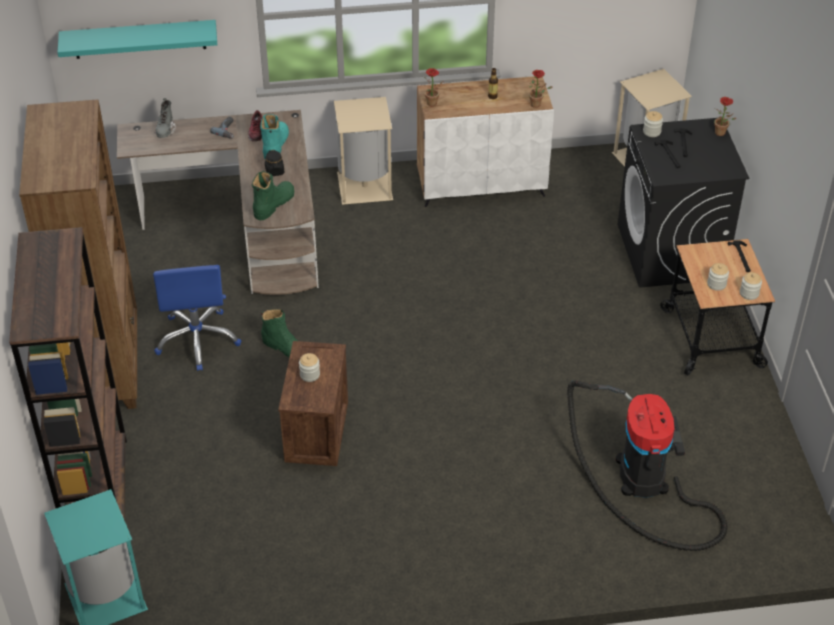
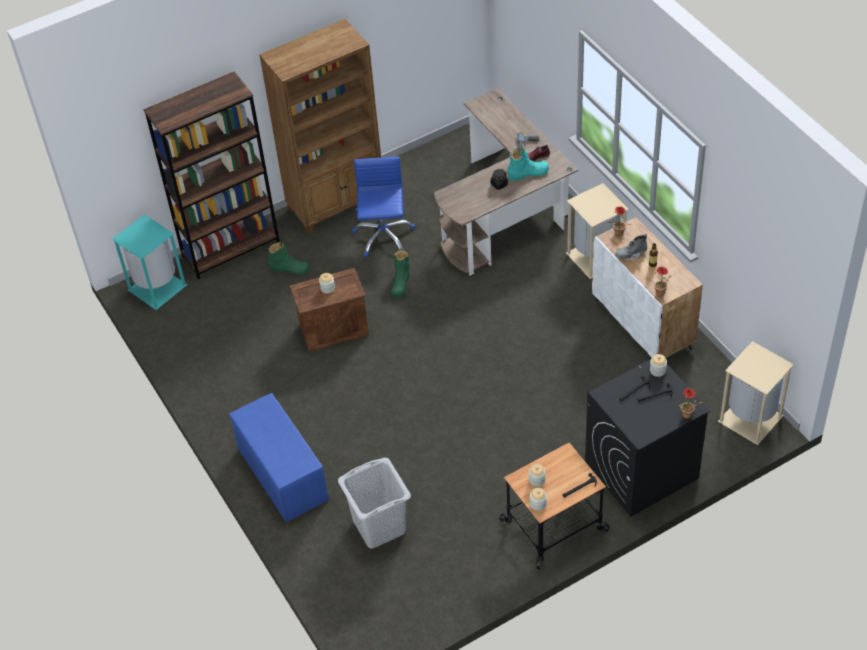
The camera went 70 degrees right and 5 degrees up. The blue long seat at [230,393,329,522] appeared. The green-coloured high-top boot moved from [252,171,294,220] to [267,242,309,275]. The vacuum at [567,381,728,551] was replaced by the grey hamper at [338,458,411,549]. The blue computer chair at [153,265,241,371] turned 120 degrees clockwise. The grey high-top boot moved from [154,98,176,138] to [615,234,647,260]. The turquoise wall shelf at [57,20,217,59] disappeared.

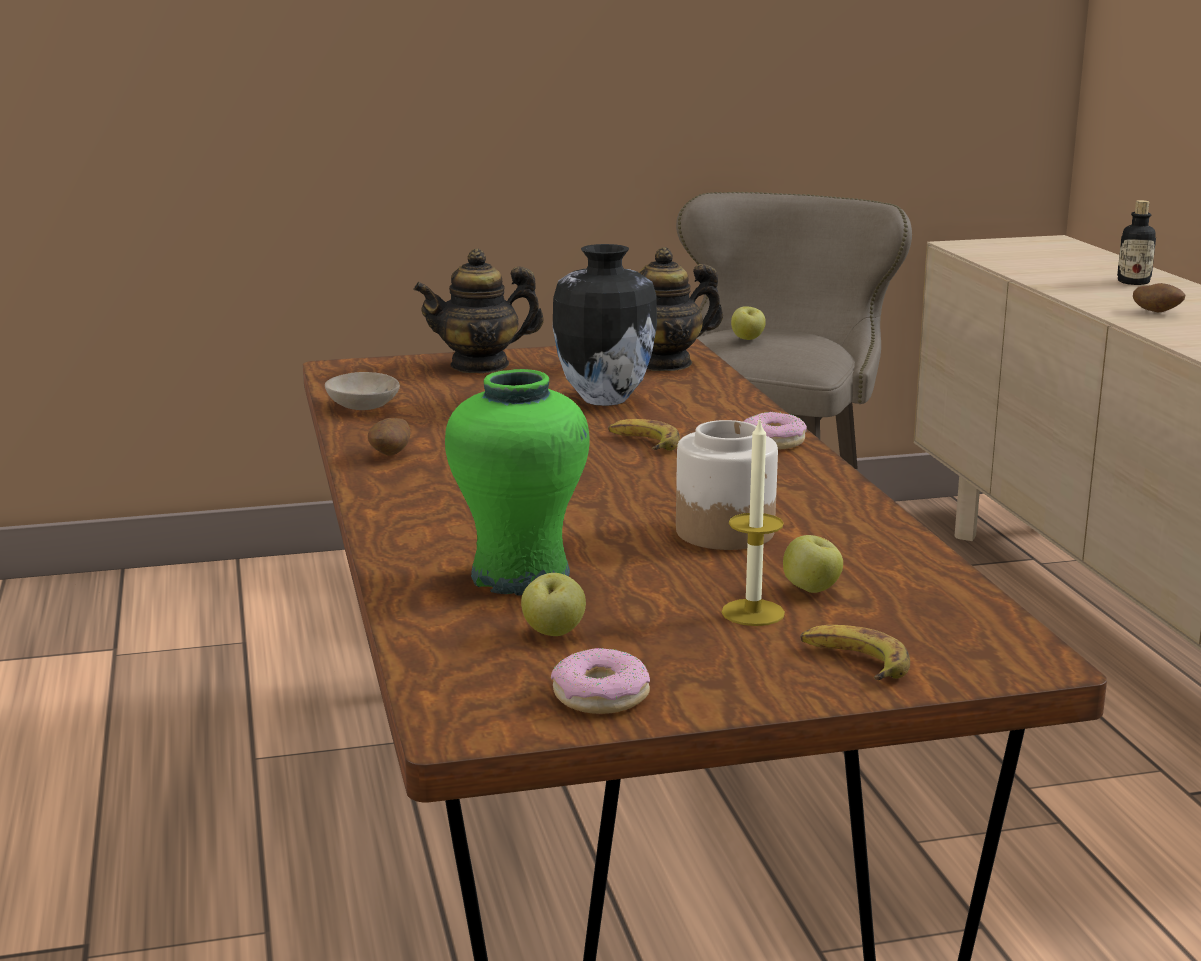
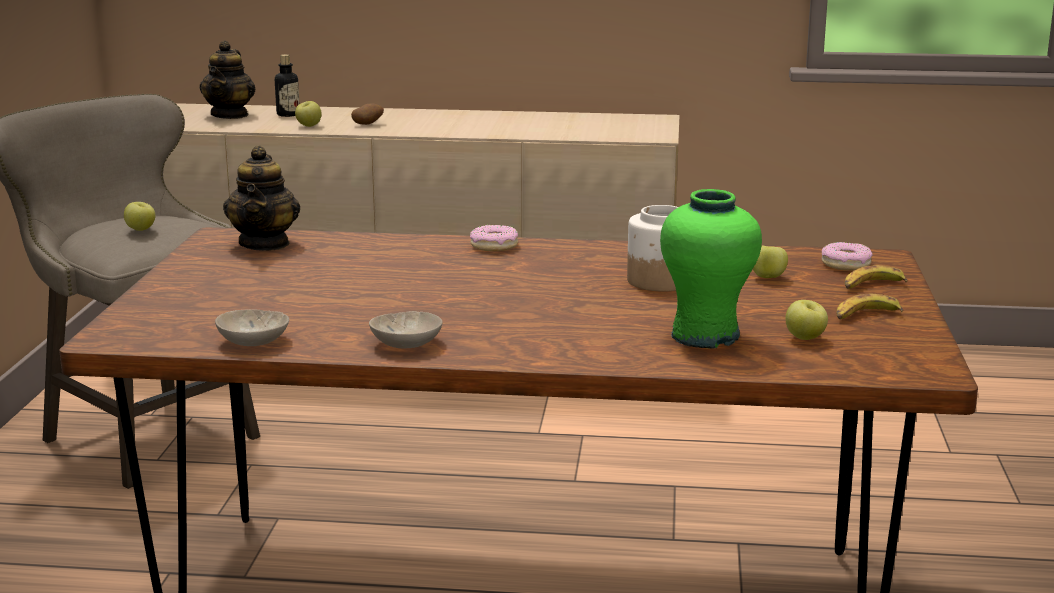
The camera went 70 degrees left and 0 degrees up. The pot for tea moved from [414,249,544,373] to [199,40,255,119]. The apple at [295,101,322,127] appeared. The spud at [368,418,410,456] was replaced by the beige serving bowl at [369,311,443,348]. The doughnut moved from [551,648,650,714] to [822,242,873,271]. The whole banana moved from [608,419,680,451] to [836,294,903,319]. The decorative vase at [553,244,657,406] disappeared. The wax light at [722,417,785,626] disappeared.

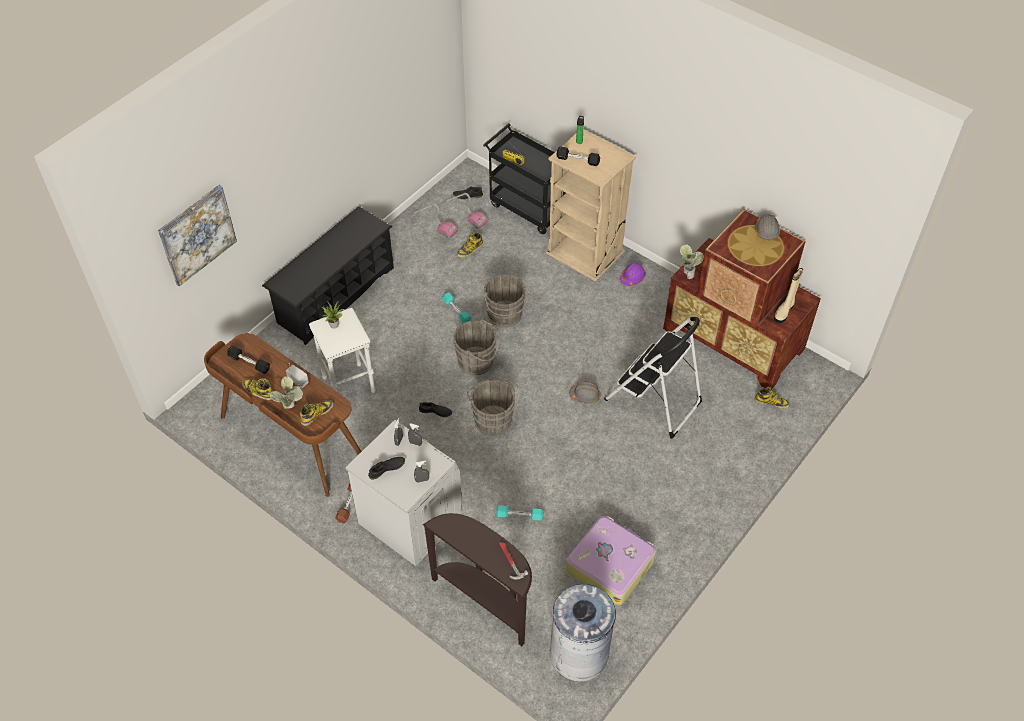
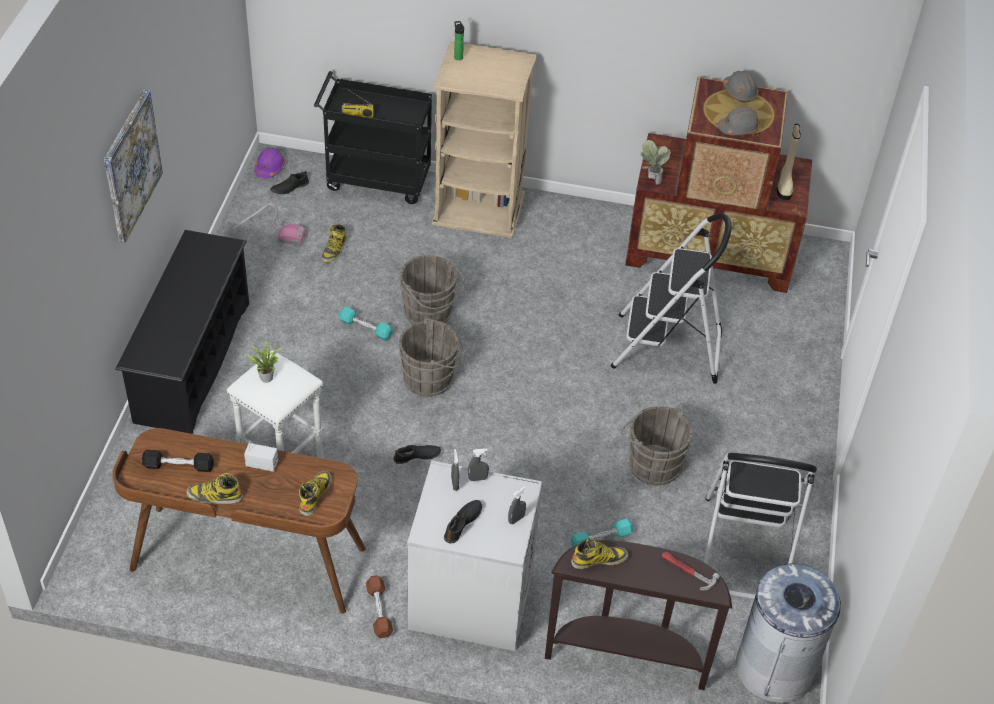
The camera went 30 degrees left and 5 degrees down. The wall art moved from [158,185,237,287] to [104,90,163,243]. The purplish hard hat moved from [620,263,646,286] to [254,148,285,178]. The high-top boot moved from [755,387,790,409] to [571,538,629,569]. The grey bucket moved from [467,380,516,436] to [621,406,692,485]. The piece of luggage at [566,516,656,606] was replaced by the step stool at [704,453,817,599]. The grey hard hat moved from [569,382,601,403] to [718,106,760,135]. The houseplant at [270,376,303,409] disappeared. The vacuum at [441,193,488,229] disappeared. The black dumbbell at [556,146,600,166] disappeared.

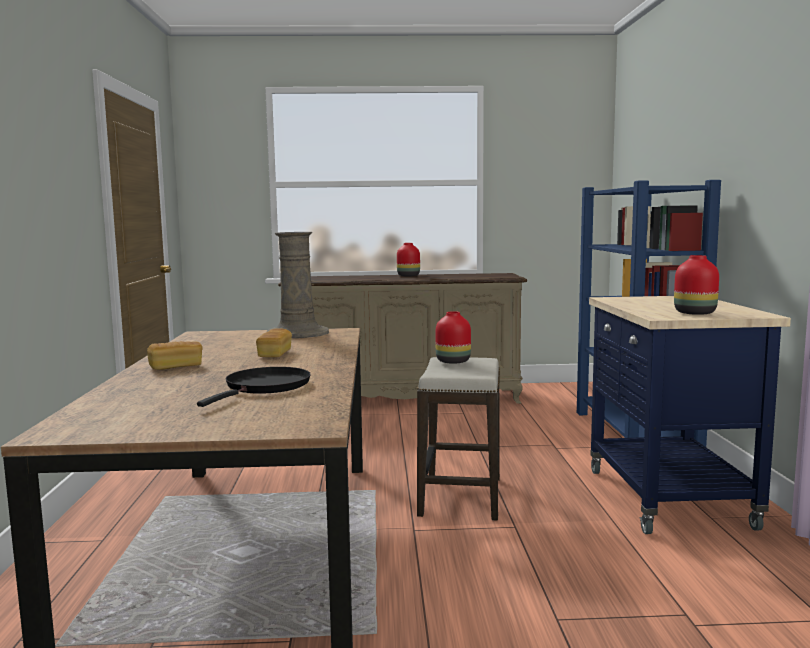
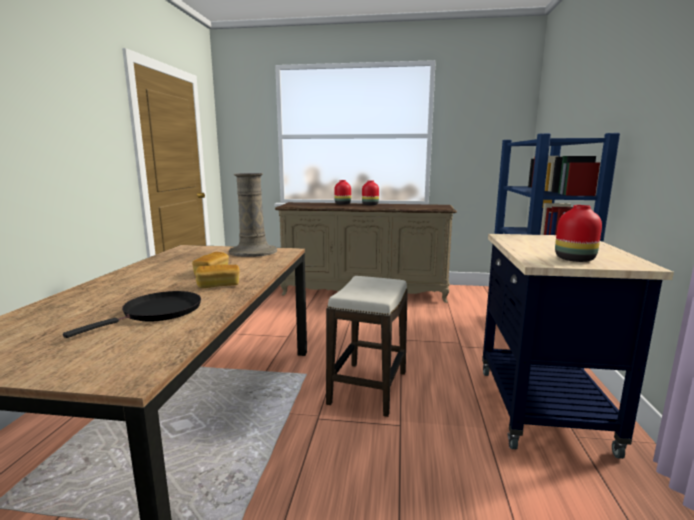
The camera went 10 degrees right and 5 degrees up. The bakery bread moved from [147,341,202,370] to [195,264,240,288]. The red-coloured decorative vase moved from [435,311,471,364] to [334,180,351,205].

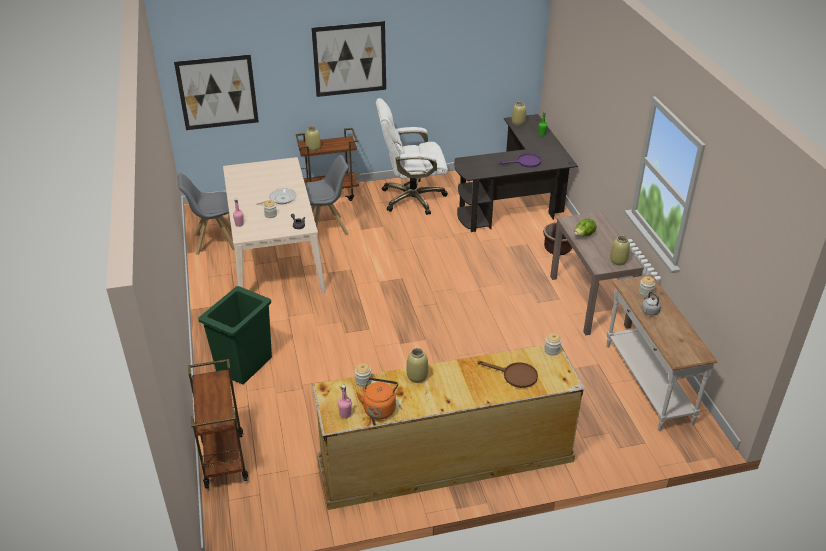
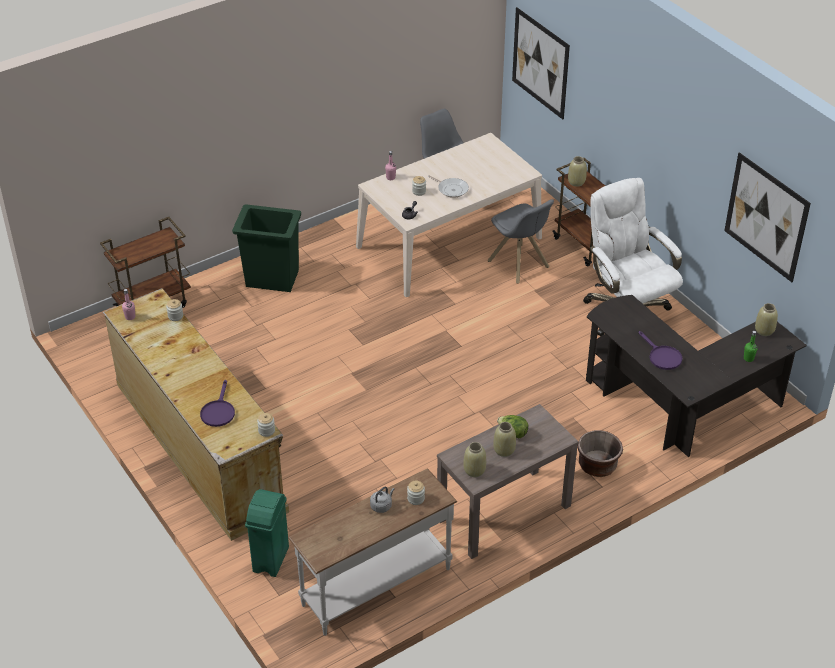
The camera went 70 degrees right and 5 degrees up. The brownish frying pan at [478,361,538,388] became the purplish frying pan at [200,380,235,427]. The green-coloured waste bin at [245,489,289,577] appeared. The beige decorative vase moved from [407,348,428,383] to [493,422,516,457]. The wall art moved from [312,21,386,97] to [724,152,811,282]. The orange kettle at [356,378,398,420] disappeared.

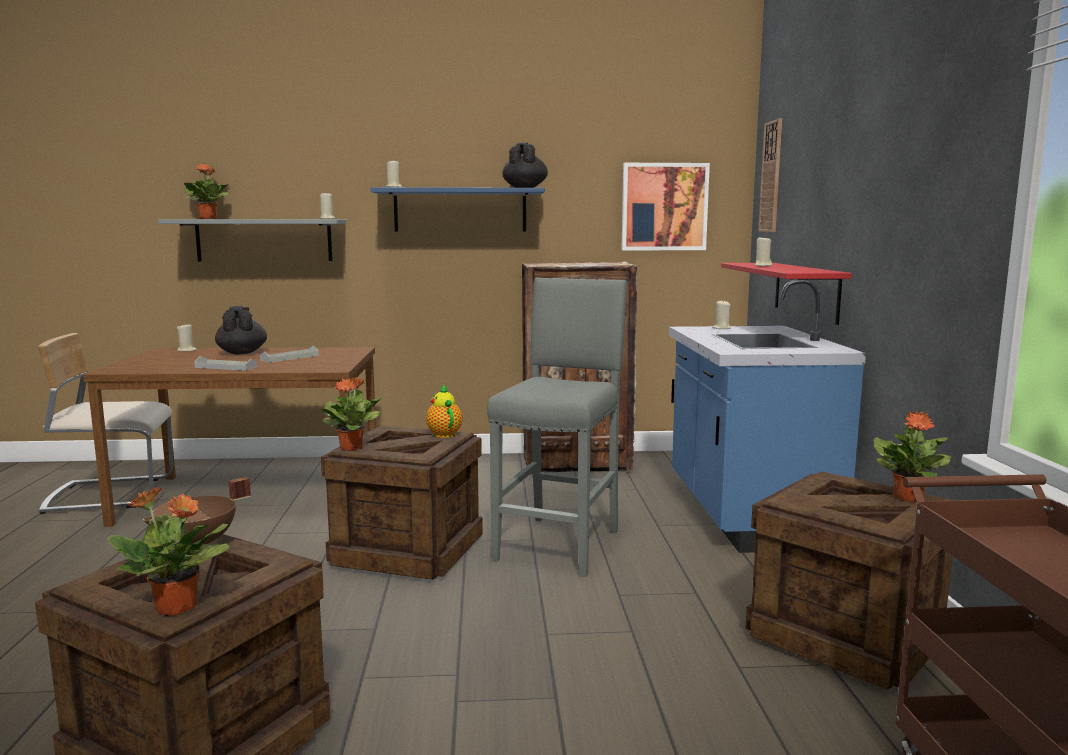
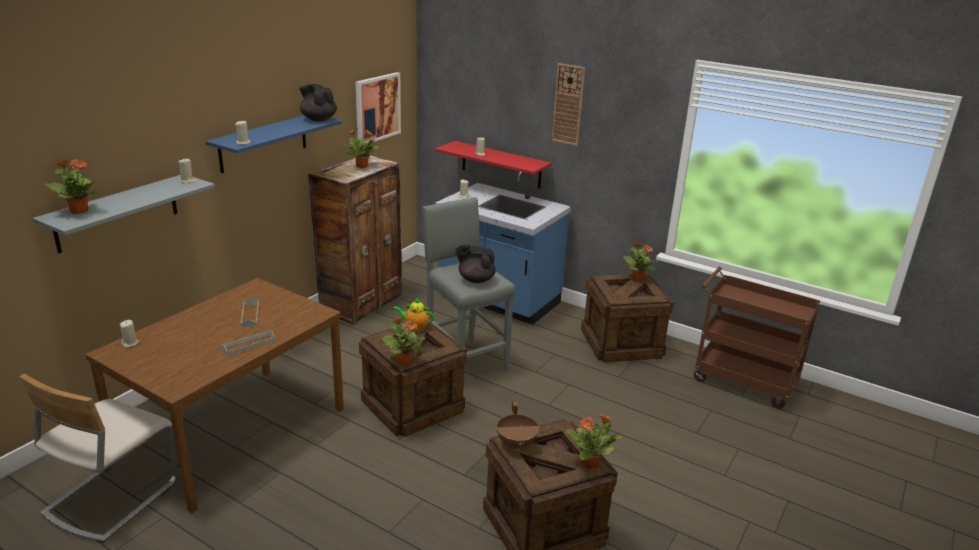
The camera went 55 degrees left and 15 degrees up. The houseplant at [344,128,379,168] appeared. The black pot for tea moved from [215,306,267,355] to [455,245,496,283]. The wall clock moved from [758,118,782,232] to [552,63,585,146].

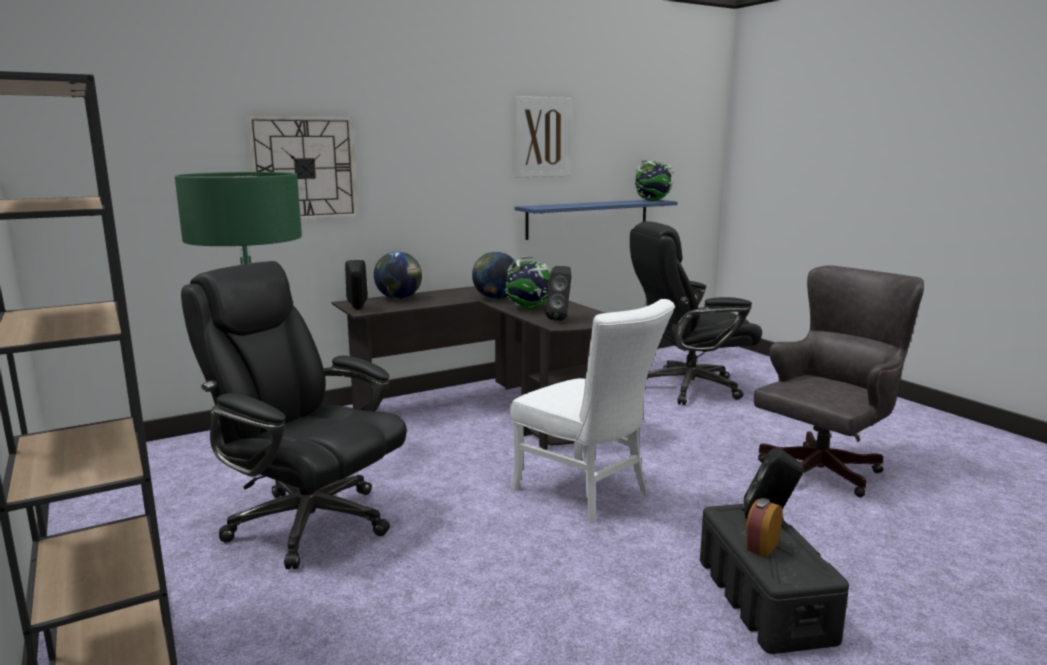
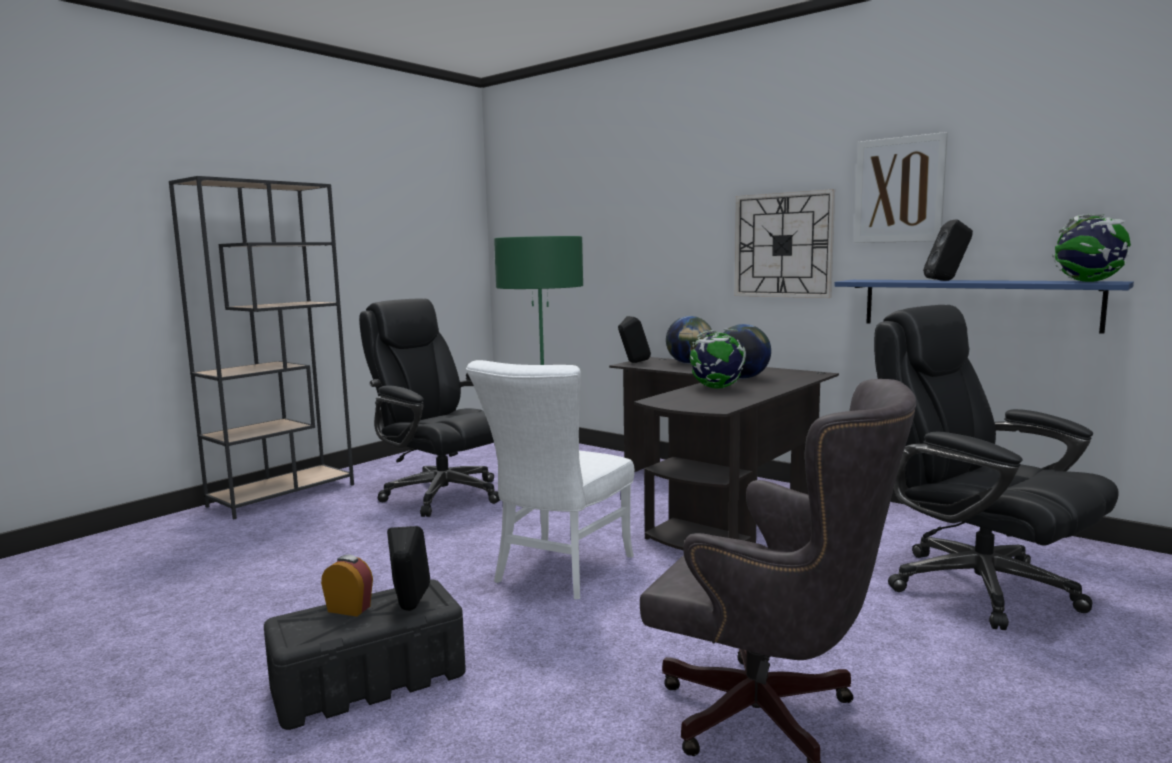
The camera went 70 degrees right and 5 degrees down. The black computer chair at [181,261,407,569] turned 60 degrees counterclockwise. The wall clock moved from [247,115,358,220] to [735,189,835,298]. The black speaker moved from [545,266,571,321] to [923,220,973,281].

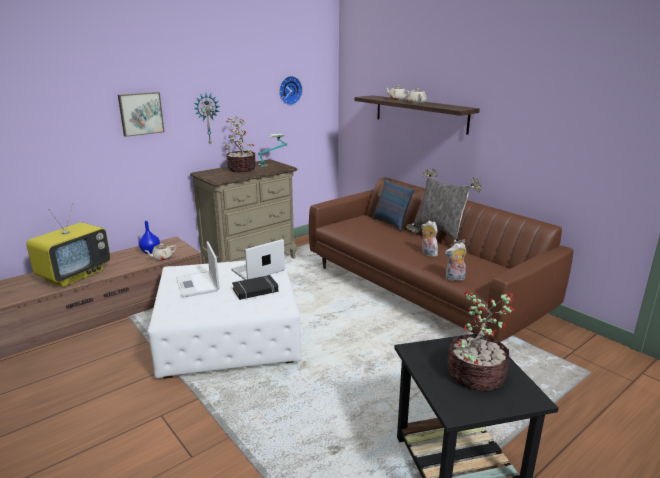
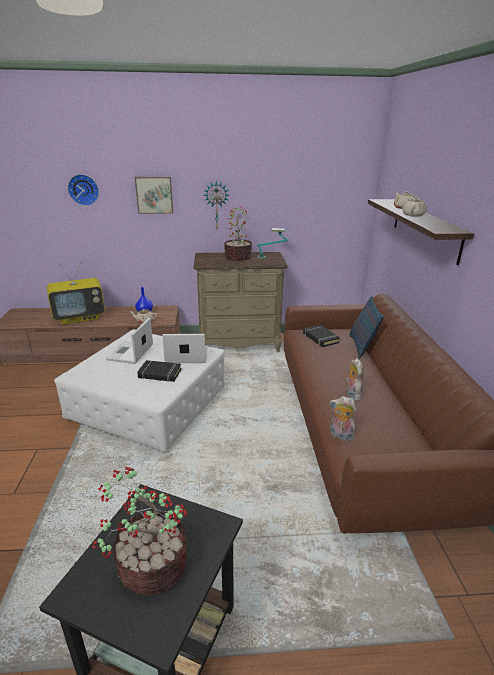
The camera went 35 degrees right and 5 degrees up. The wall clock moved from [279,76,303,105] to [68,174,99,206]. The black volume at [303,325,340,347] appeared. The cushion at [405,169,482,247] disappeared.

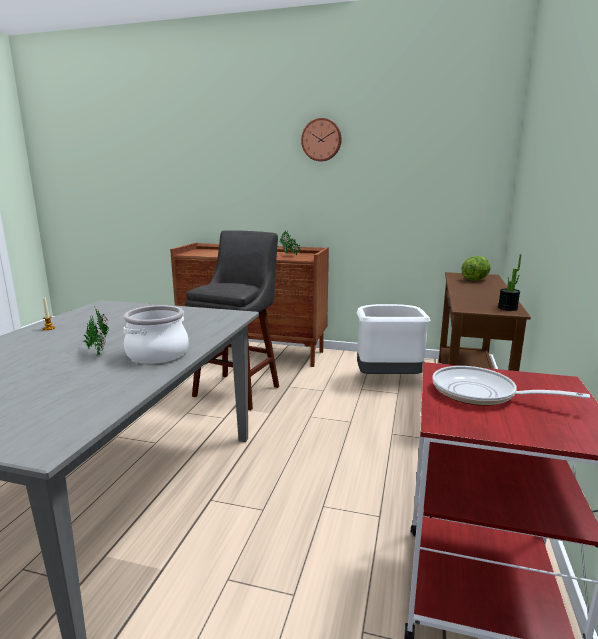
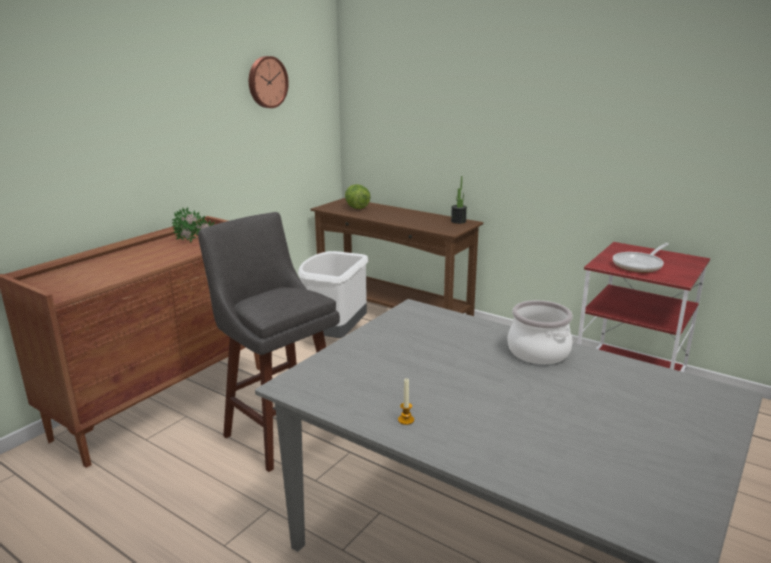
The camera went 70 degrees left and 5 degrees up. The wall clock moved from [301,118,342,161] to [249,56,289,108]. The houseplant at [83,307,109,356] disappeared.

